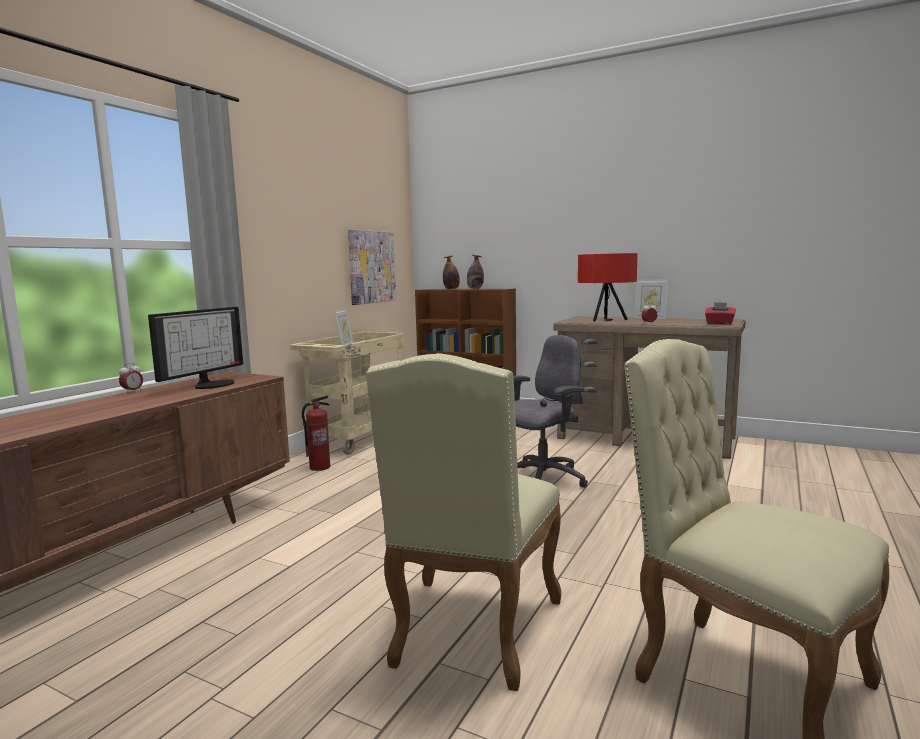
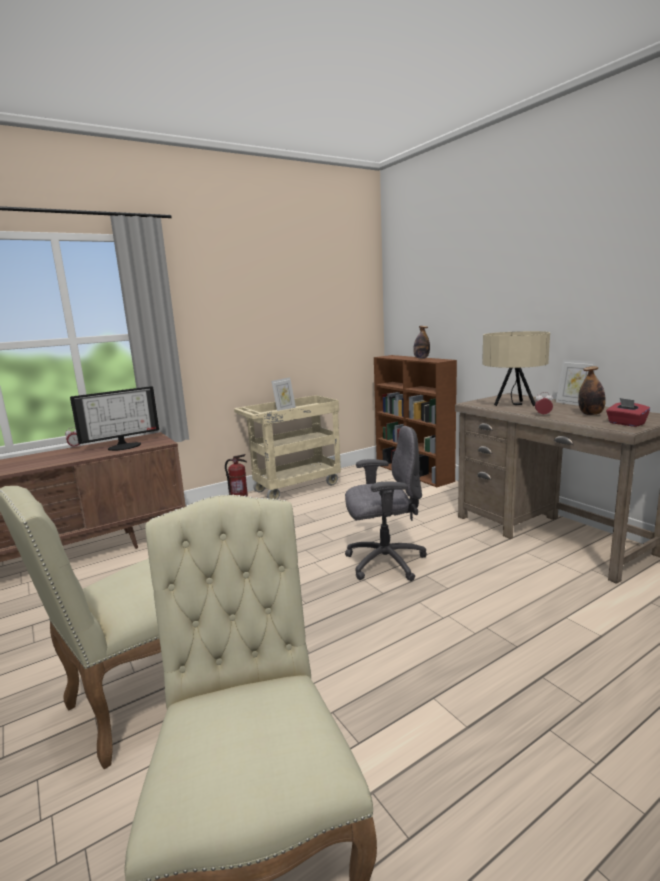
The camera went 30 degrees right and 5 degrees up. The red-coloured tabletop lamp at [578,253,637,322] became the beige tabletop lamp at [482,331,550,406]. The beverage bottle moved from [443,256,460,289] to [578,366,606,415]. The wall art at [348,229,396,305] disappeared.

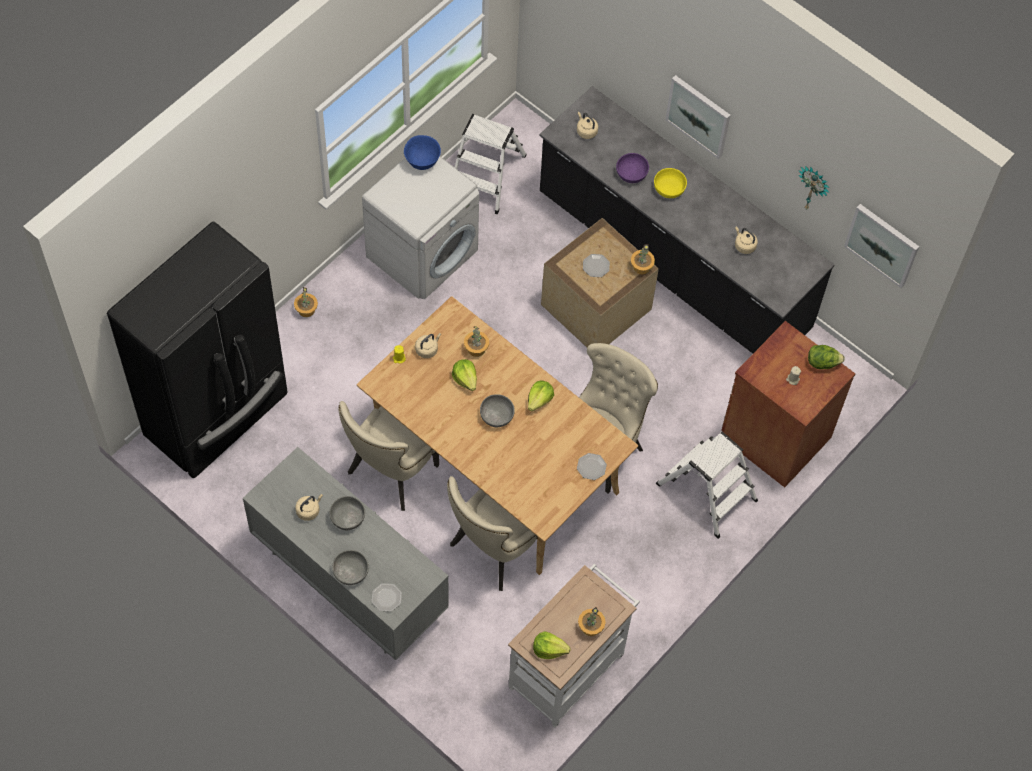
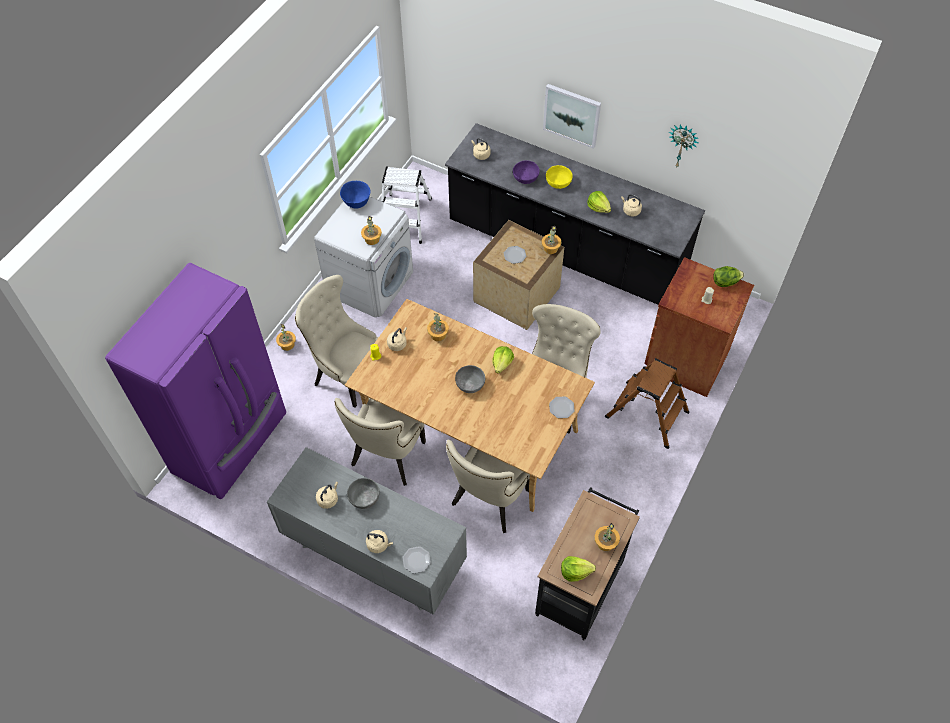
The camera went 10 degrees left and 5 degrees down. The black kitchen fridge at [107,221,288,478] became the purplish kitchen fridge at [105,263,286,499]. The beige chair at [295,275,379,408] appeared. The houseplant at [361,216,382,245] appeared. The grey serving bowl at [332,550,369,585] was replaced by the beige kettle at [366,530,393,553]. The white trolley at [508,564,640,728] became the black trolley at [535,487,640,640]. The lettuce moved from [452,359,477,391] to [587,191,611,213]. The white step stool at [656,432,758,539] became the brownish step stool at [605,358,690,449]. The wall art at [844,204,919,288] disappeared.

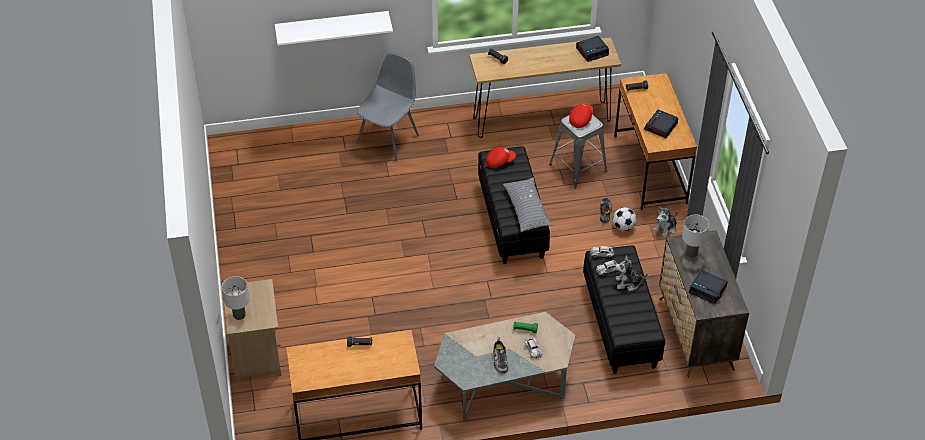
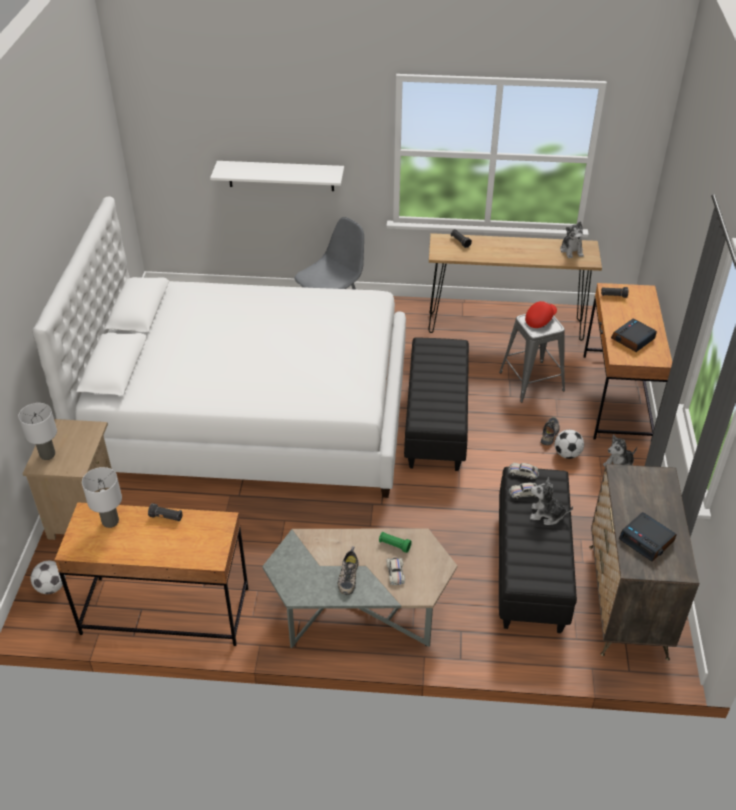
The camera went 15 degrees right and 5 degrees down. The football at [31,561,65,594] appeared. The white bedroom bed at [32,196,406,498] appeared. The white tabletop lamp moved from [682,214,709,258] to [82,467,122,528]. The table clock at [576,36,609,62] was replaced by the plush toy at [560,222,584,258]. The red-coloured cap at [486,147,516,168] disappeared. The grey cushion at [503,178,552,232] disappeared.

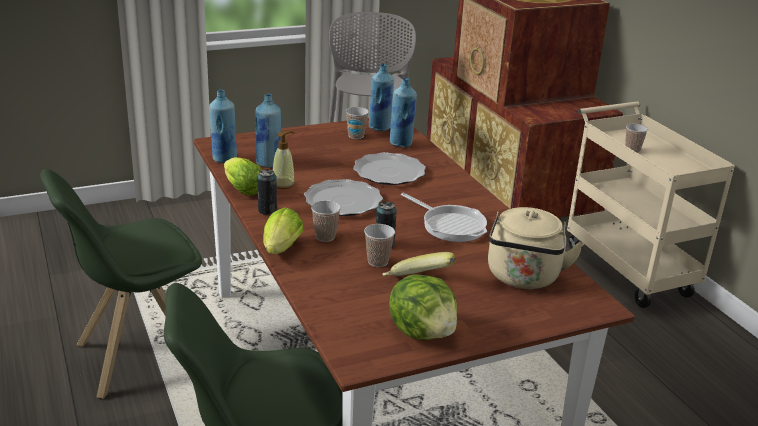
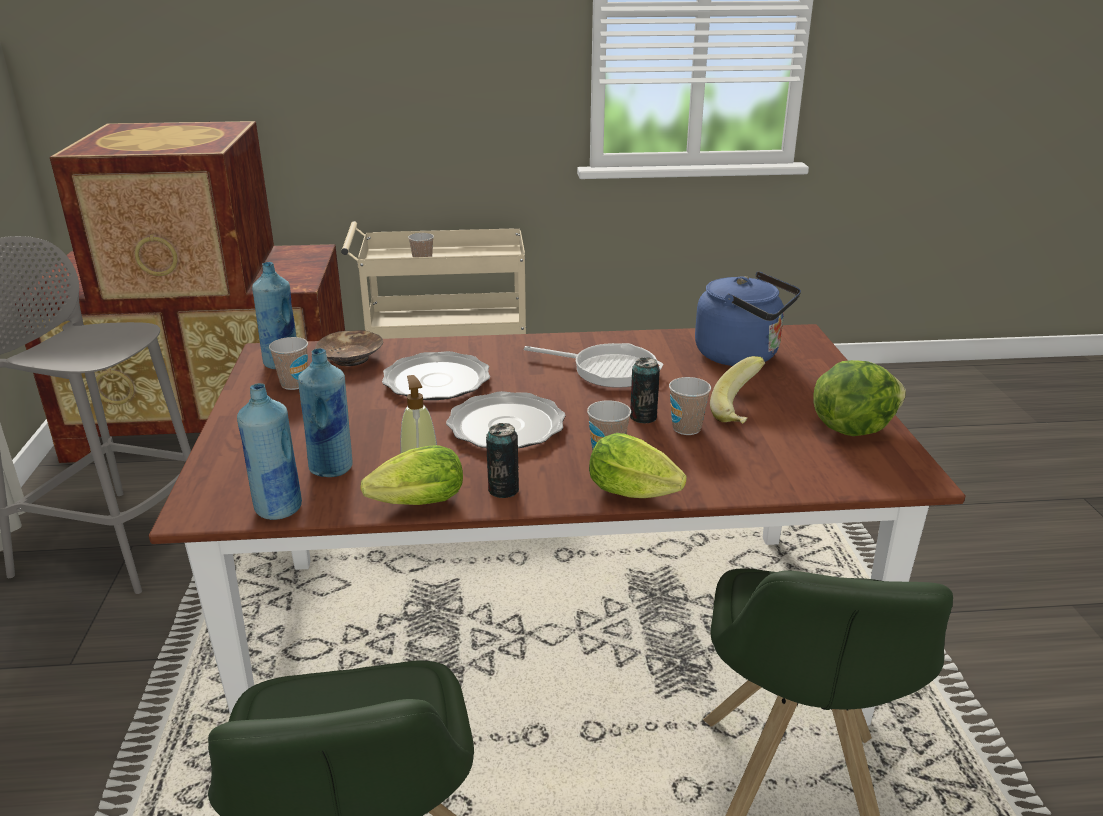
The camera went 70 degrees left and 0 degrees up. The blue beverage bottle at [390,78,417,147] was replaced by the brownish serving bowl at [315,330,383,366]. The frying pan at [401,193,487,242] turned 45 degrees clockwise. The beige kettle at [488,207,584,289] became the blue kettle at [695,271,801,366].

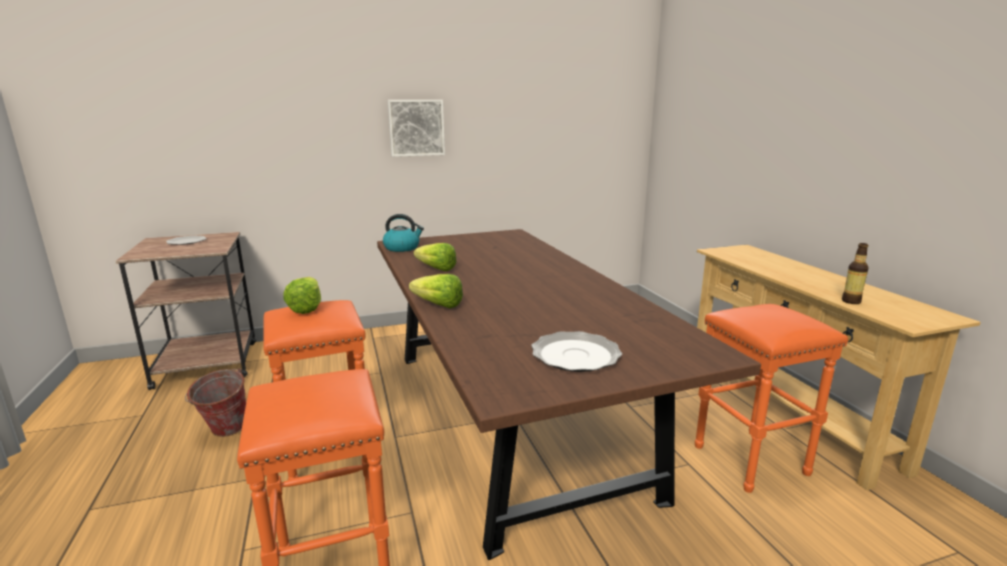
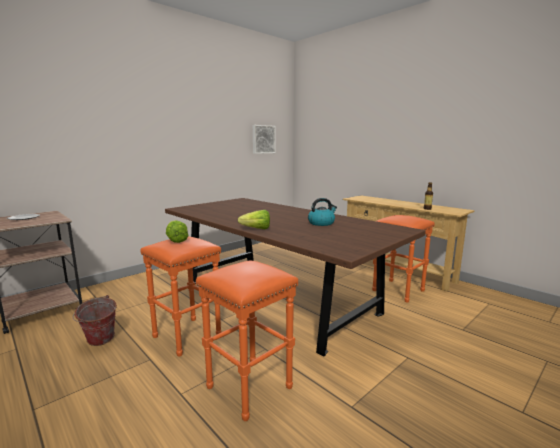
The camera went 25 degrees left and 5 degrees down. The wall art moved from [388,100,445,157] to [253,125,276,154]. The kettle moved from [383,214,424,252] to [308,198,337,226]. The lettuce at [414,243,457,271] disappeared. The flat dish at [531,331,622,372] disappeared.

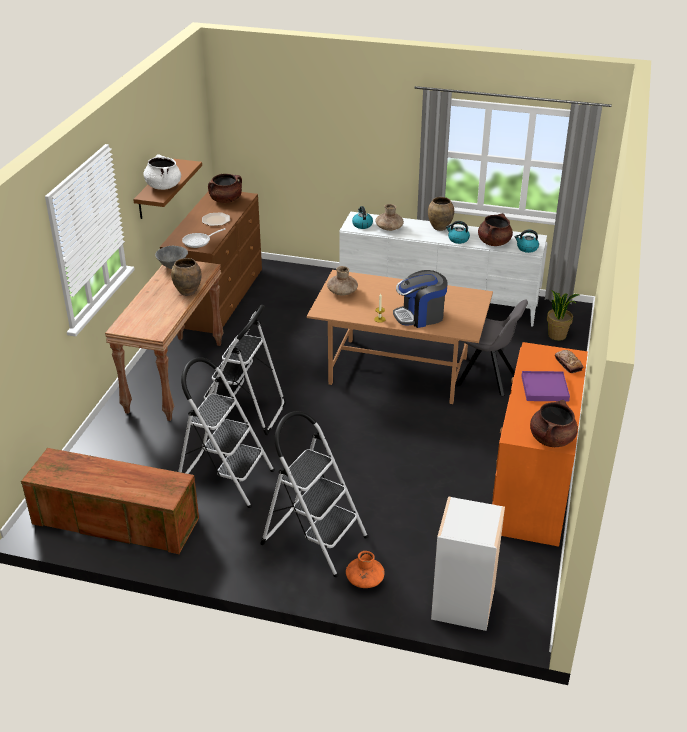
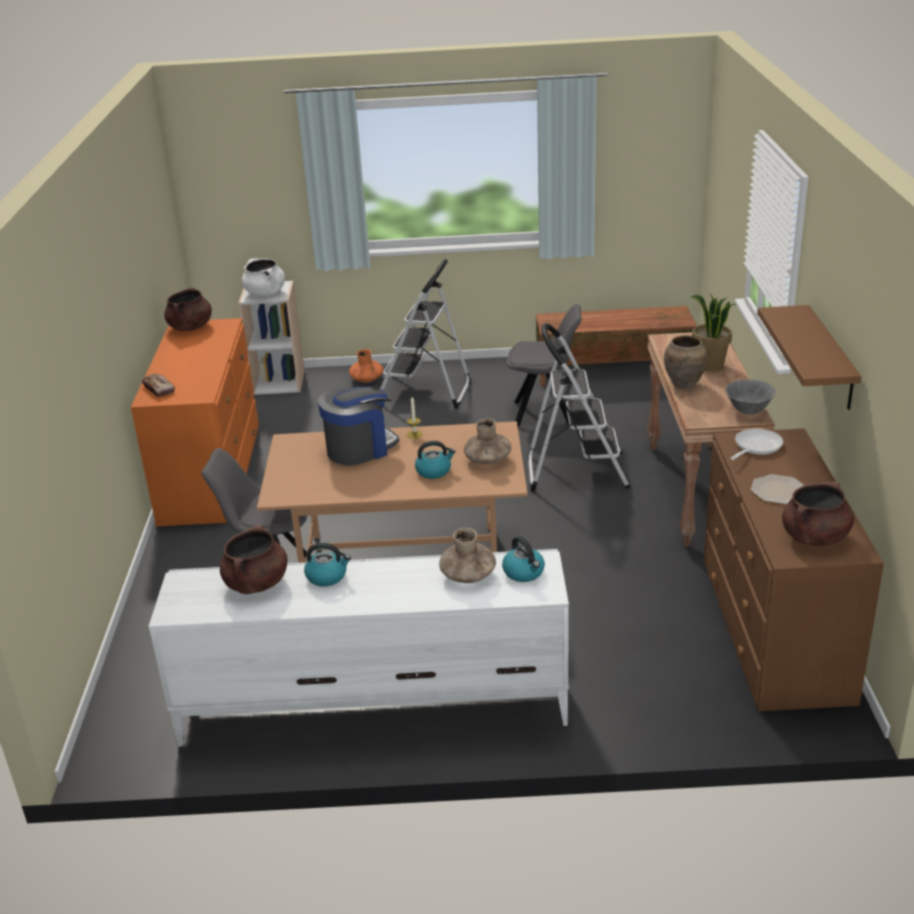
The camera went 165 degrees right and 5 degrees down. The white cooking pot moved from [144,154,181,190] to [242,258,285,296]. The kettle moved from [515,230,539,253] to [415,441,456,479]. The step stool at [178,357,275,508] was replaced by the grey chair at [507,304,582,427]. The houseplant moved from [547,290,580,341] to [691,294,736,371]. The brownish decorative vase at [428,197,454,231] disappeared. The purplish tray at [521,371,570,402] disappeared.

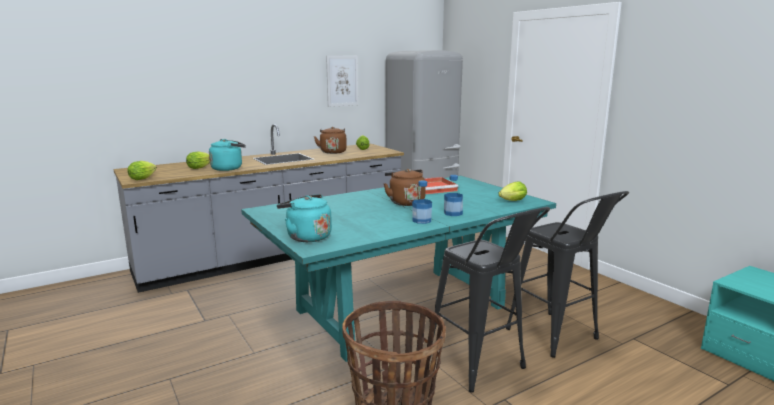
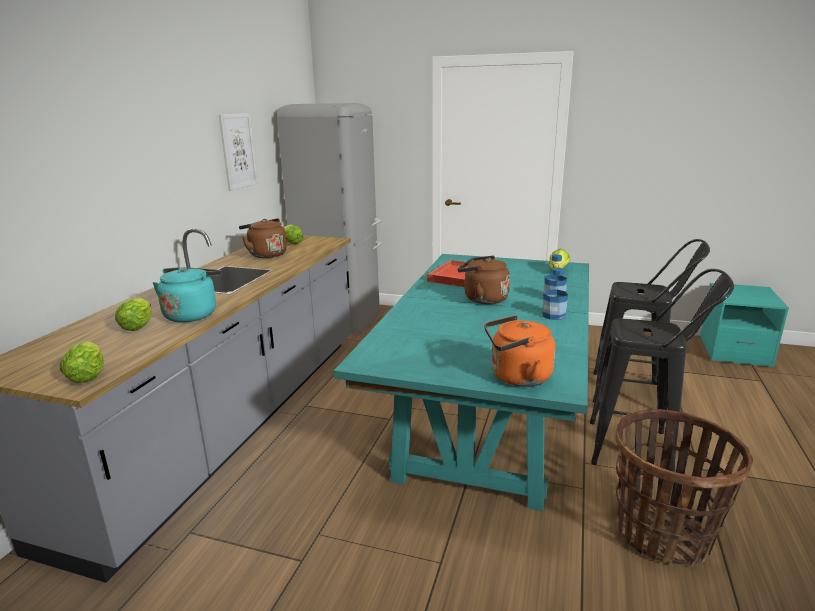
The camera went 40 degrees left and 5 degrees up. The turquoise kettle at [277,194,332,242] became the orange kettle at [484,315,555,387].

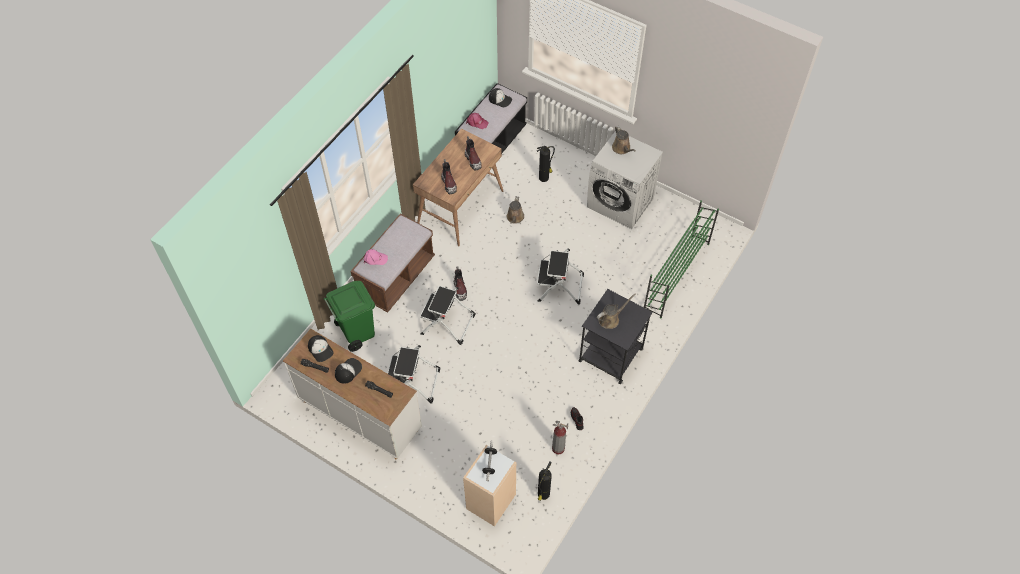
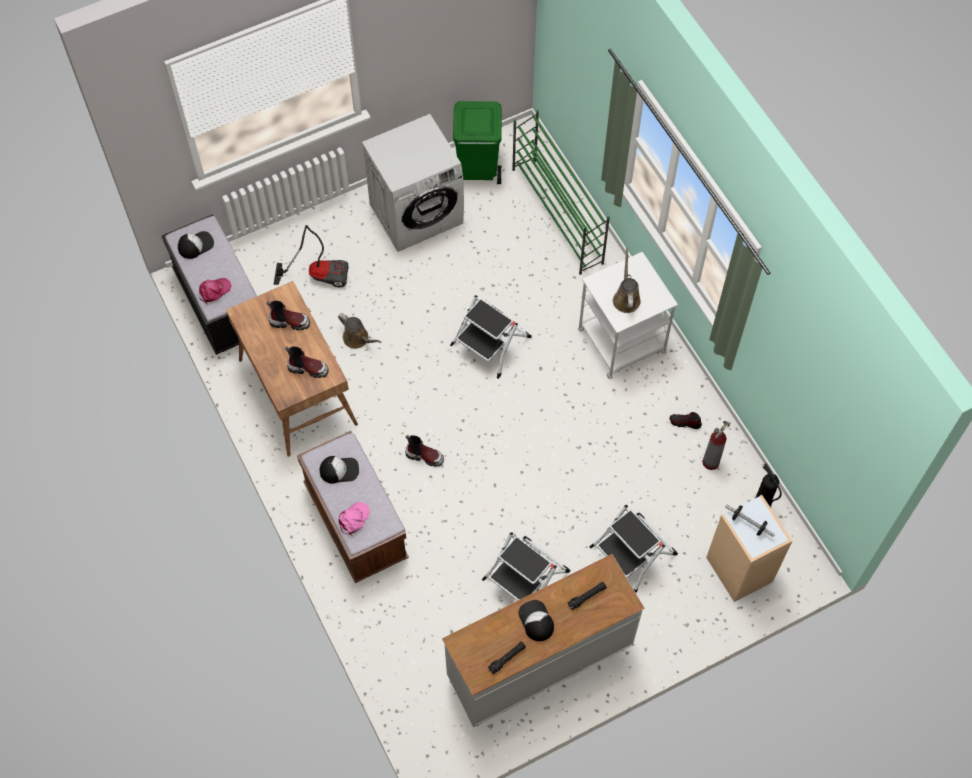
The camera went 60 degrees left and 5 degrees up. The extinguisher at [537,146,555,182] was replaced by the vacuum at [274,225,349,287]. The cap moved from [308,335,334,362] to [320,456,359,484]. The green-coloured waste bin moved from [324,281,375,352] to [453,101,502,184]. The black trolley at [579,289,653,384] became the white trolley at [578,252,678,379]. The step stool moved from [420,286,476,345] to [590,505,678,593]. The brownish watering pot at [612,126,636,154] disappeared.

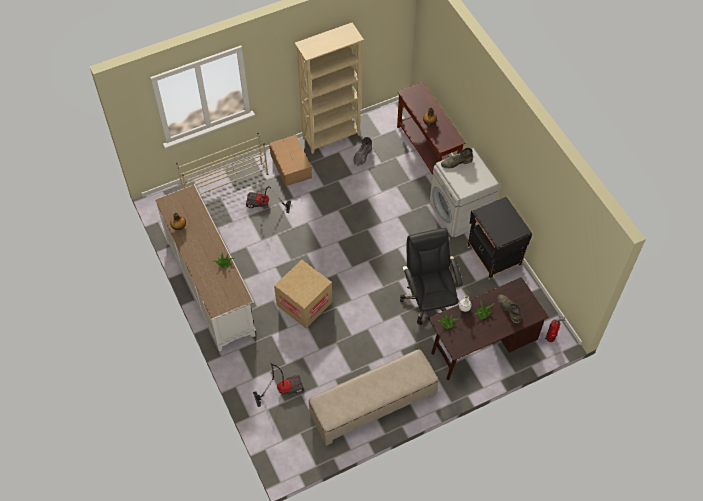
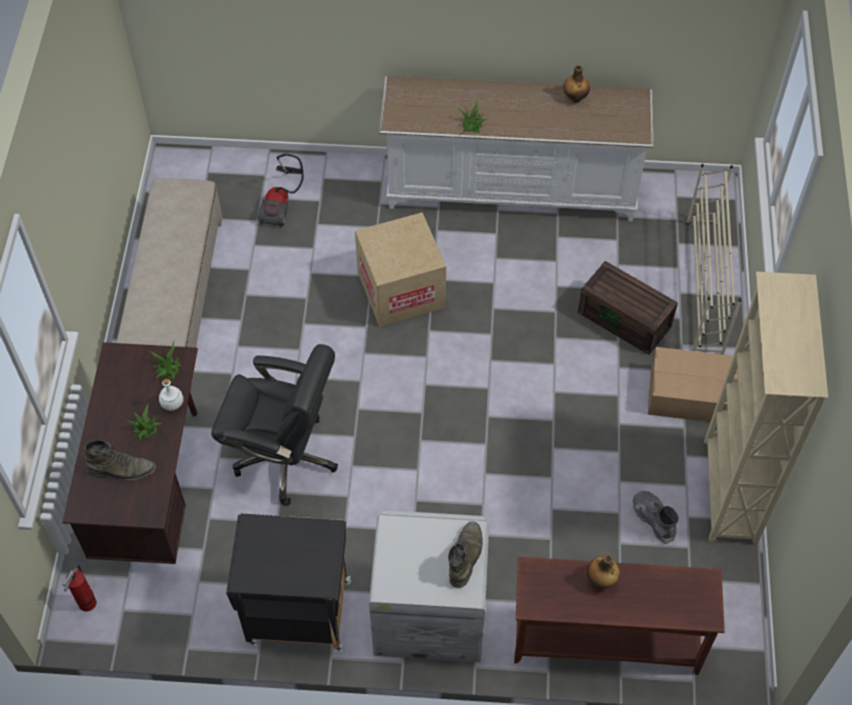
The camera went 120 degrees right and 0 degrees up. The vacuum at [246,186,291,213] was replaced by the brownish storage container at [578,261,678,355].

